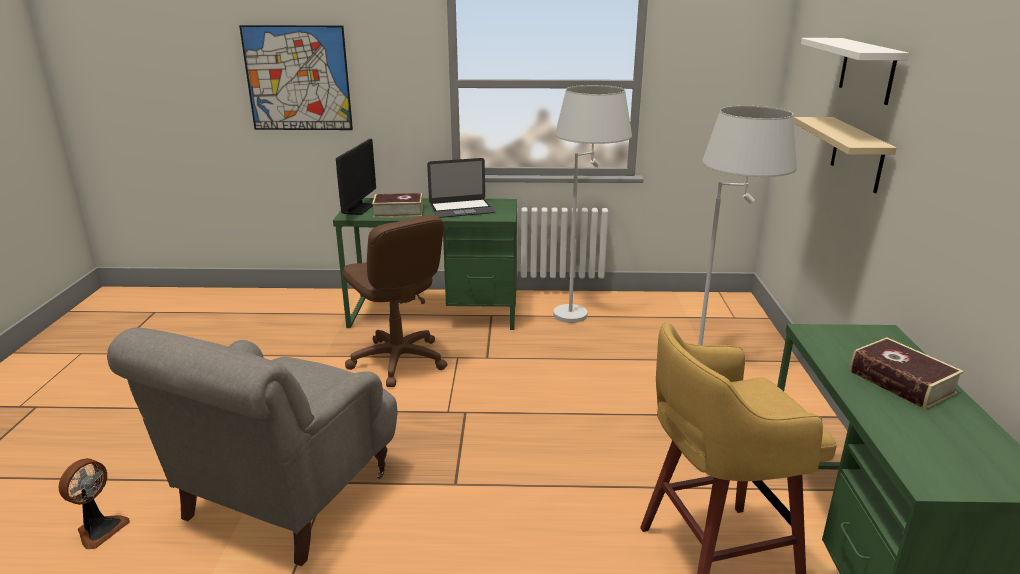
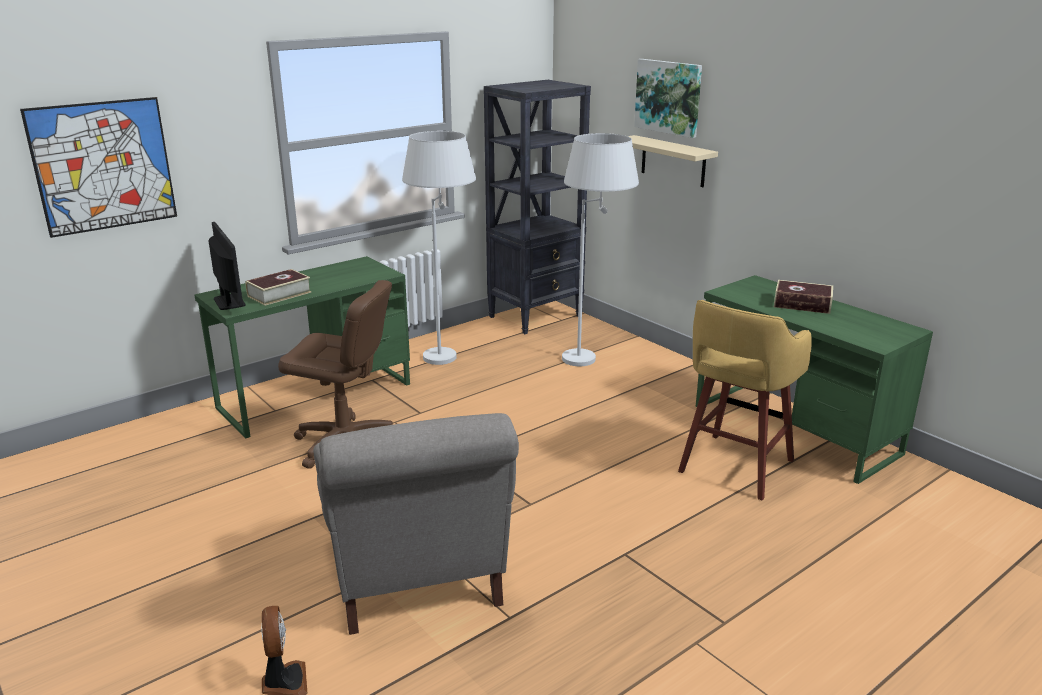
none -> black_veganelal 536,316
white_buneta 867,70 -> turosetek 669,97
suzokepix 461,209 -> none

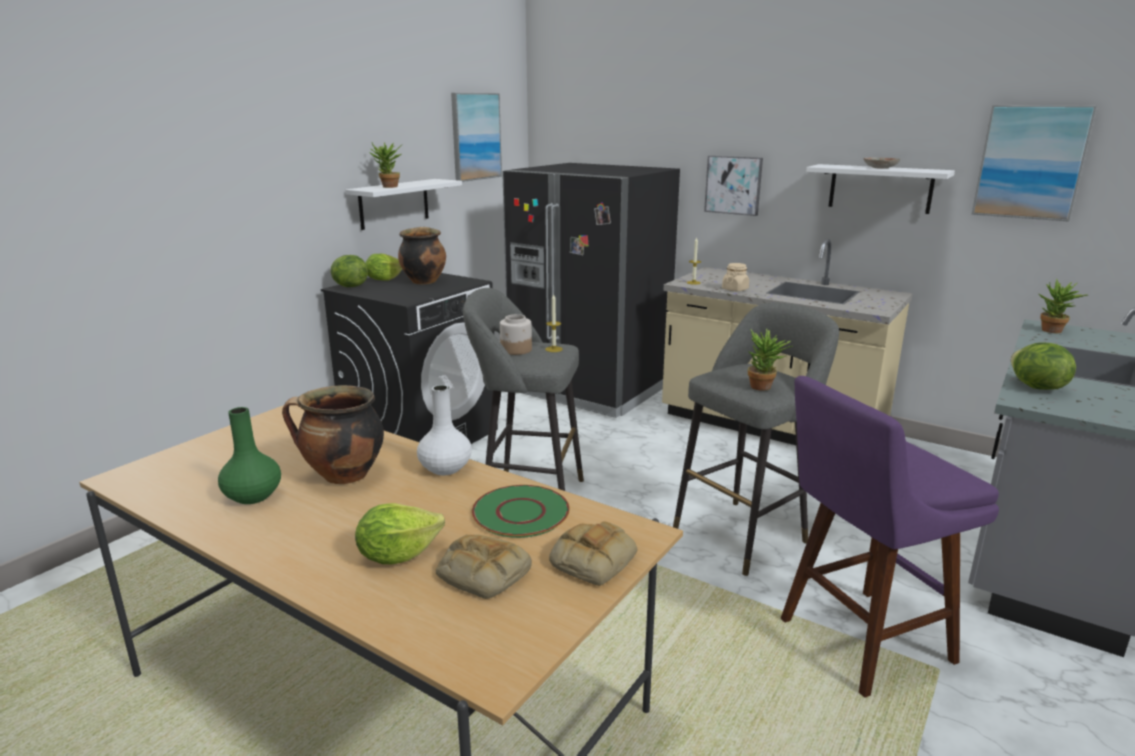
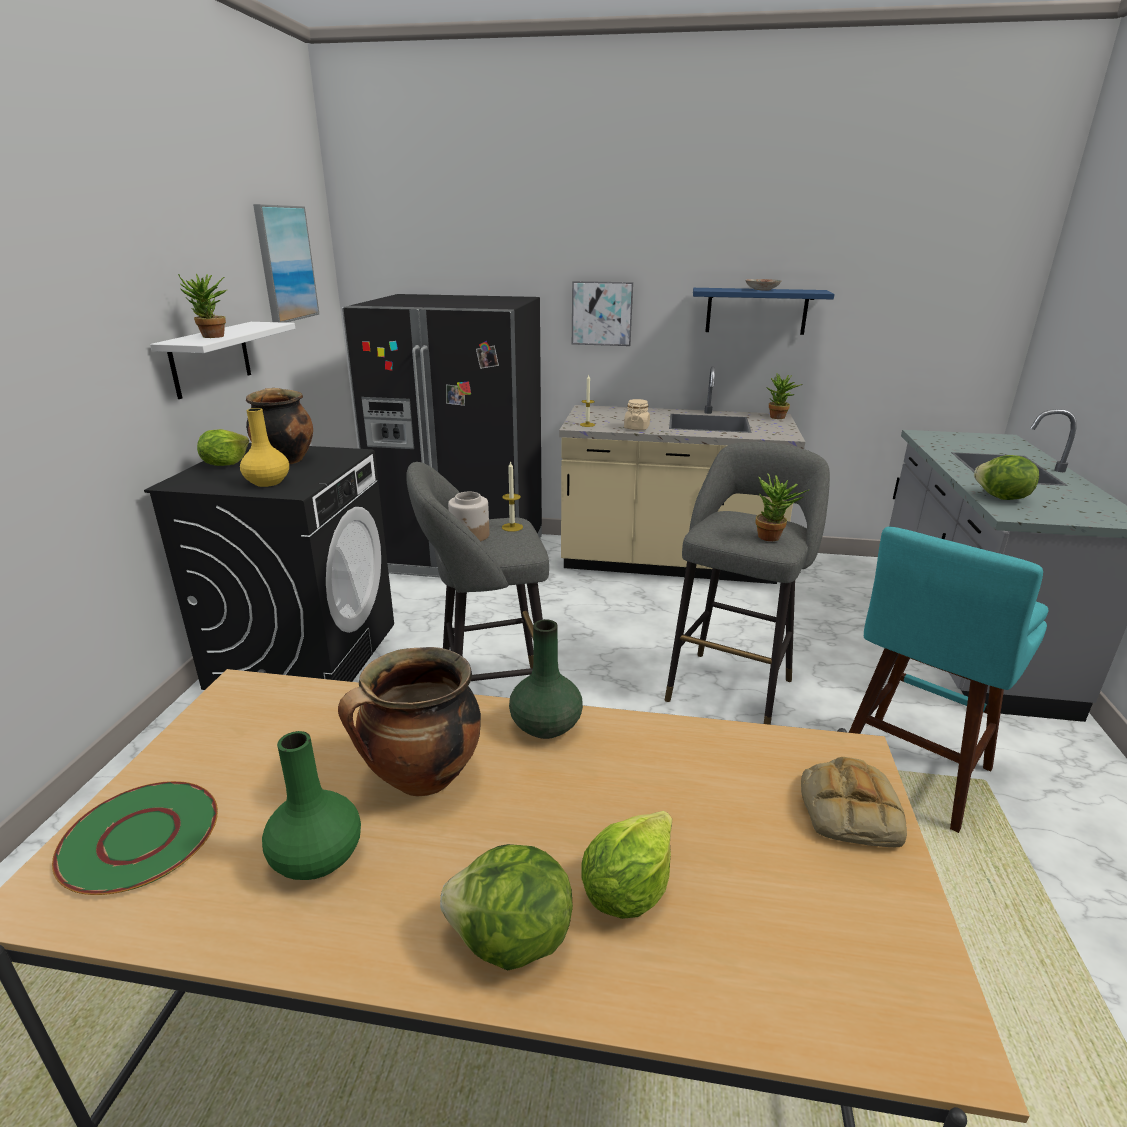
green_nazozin 520,512 -> green_nazozin 140,837, moved
none -> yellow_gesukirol 267,483
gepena 349,286 -> gepena 511,941, moved
white_gesukirol 445,468 -> green_gesukirol 545,725
white_buneta 880,188 -> blue_buneta 756,311
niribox 1053,332 -> niribox 779,418, moved
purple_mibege 857,643 -> turquoise_mibege 908,776
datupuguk 481,573 -> none
turosetek 1031,162 -> none

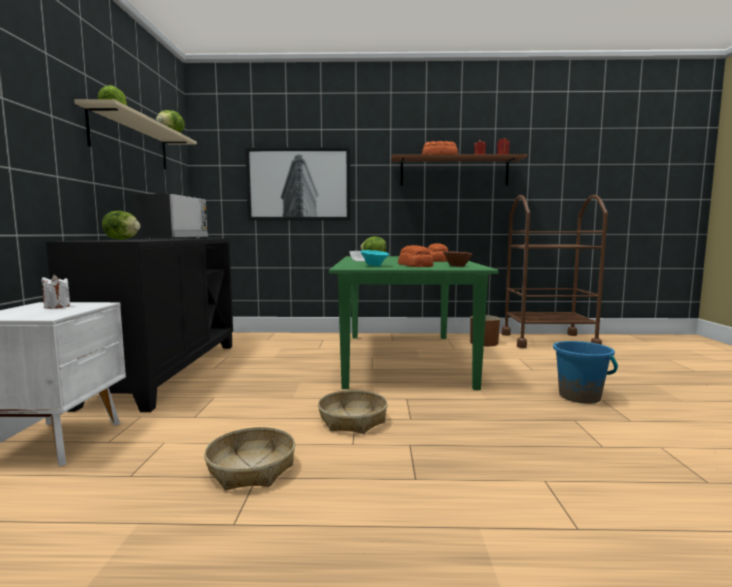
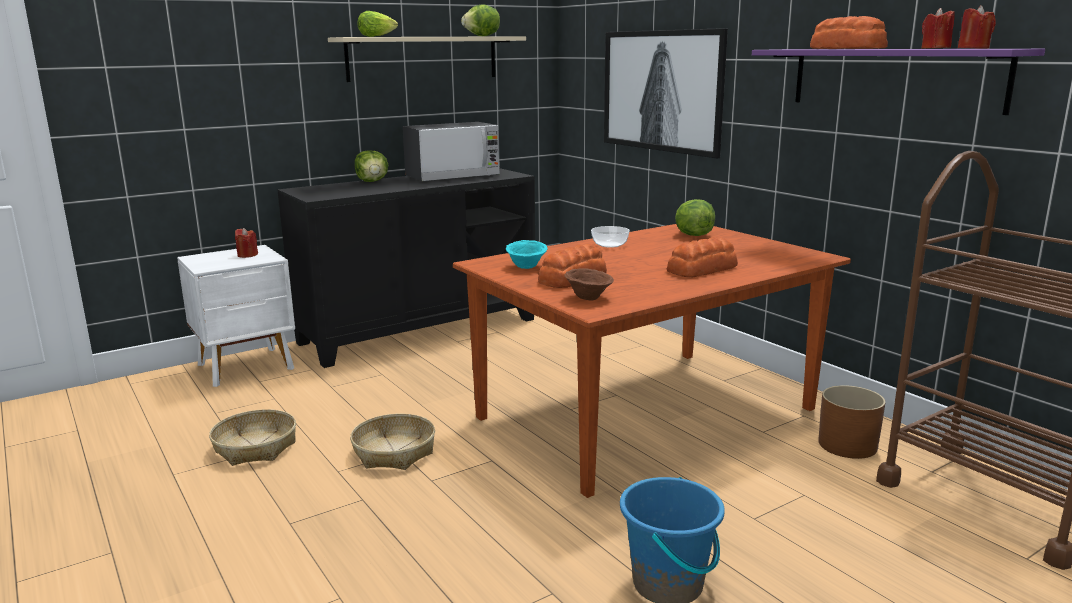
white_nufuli 57,306 -> red_nufuli 247,255
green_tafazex 404,358 -> brown_tafazex 646,414
brown_buneta 454,172 -> purple_buneta 894,78

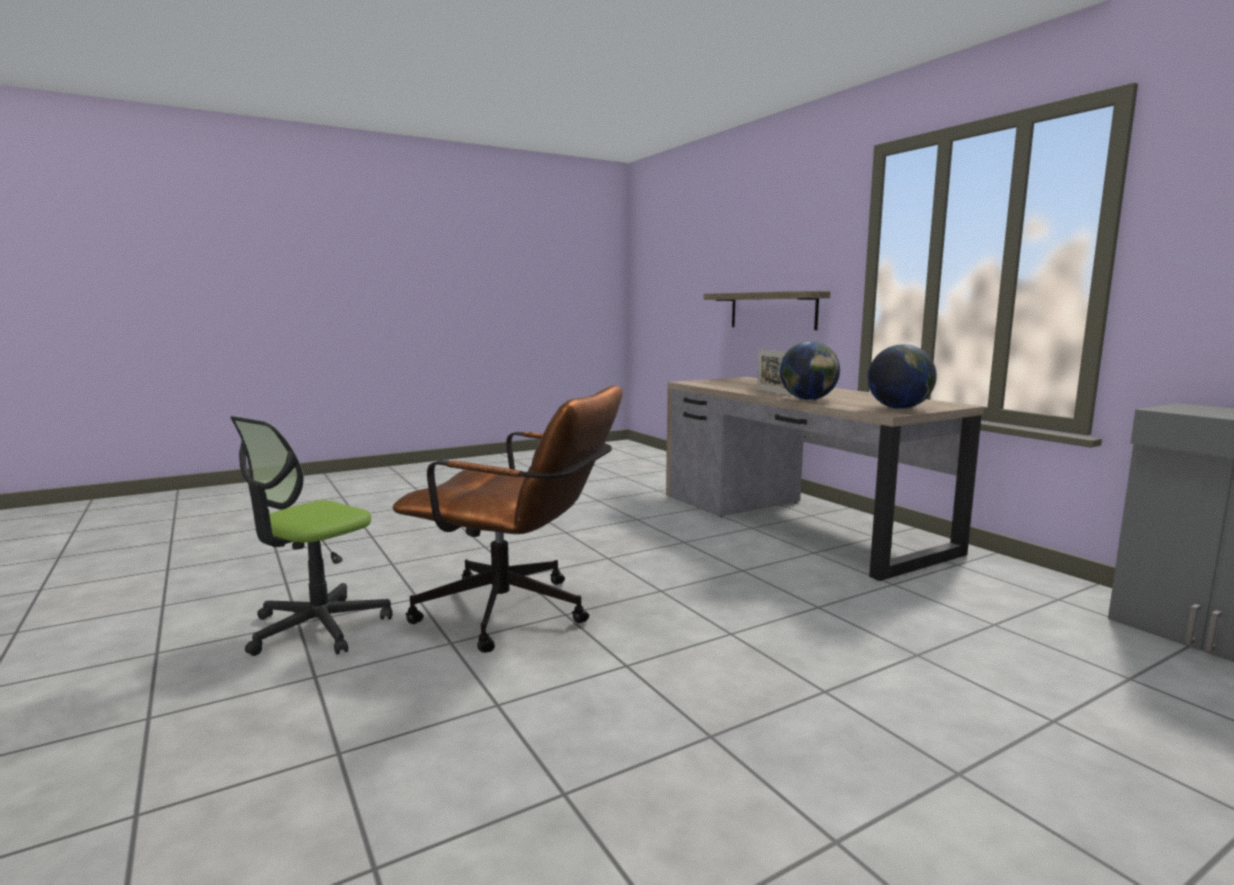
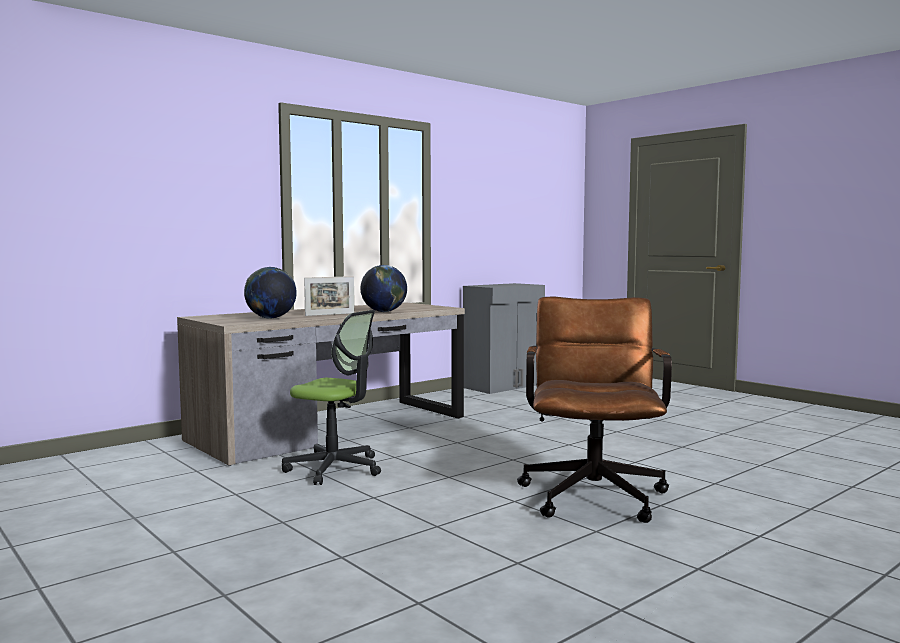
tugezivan 899,409 -> tugezivan 271,318, moved
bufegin 317,627 -> bufegin 335,468, moved
buneta 772,310 -> none

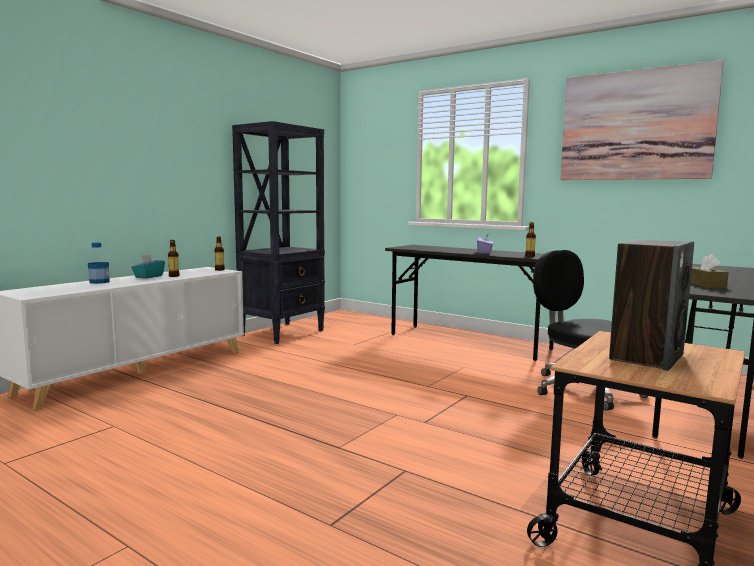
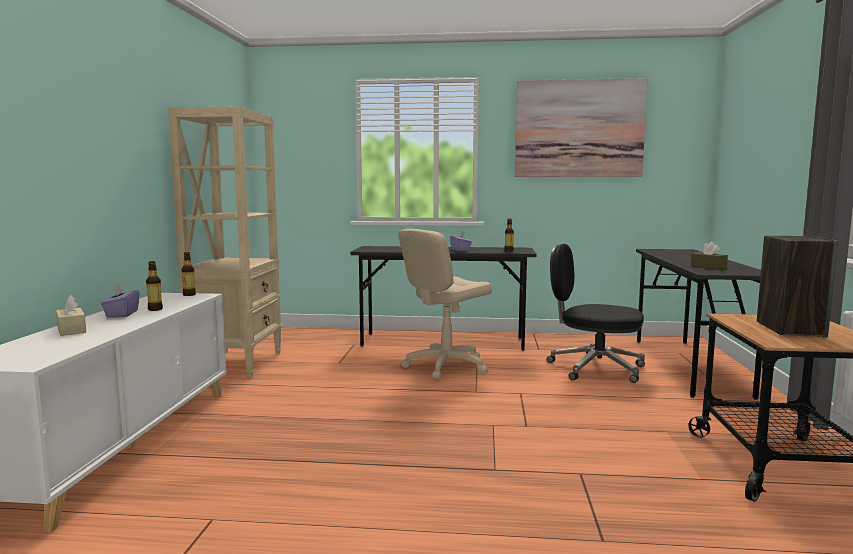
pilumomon 99,282 -> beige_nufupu 71,330
turquoise_nufupu 148,277 -> purple_nufupu 121,314
black_veganelal 283,333 -> beige_veganelal 237,363
none -> beige_bufegin 445,366

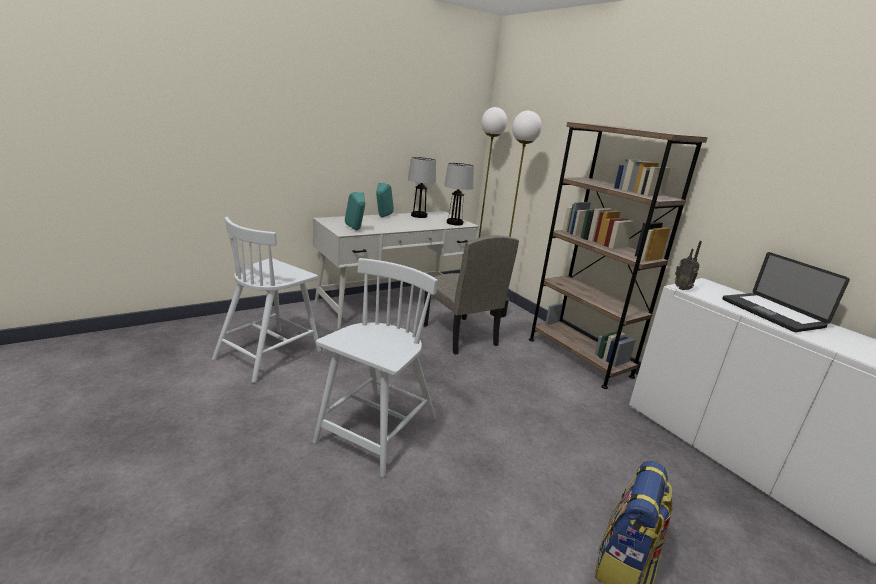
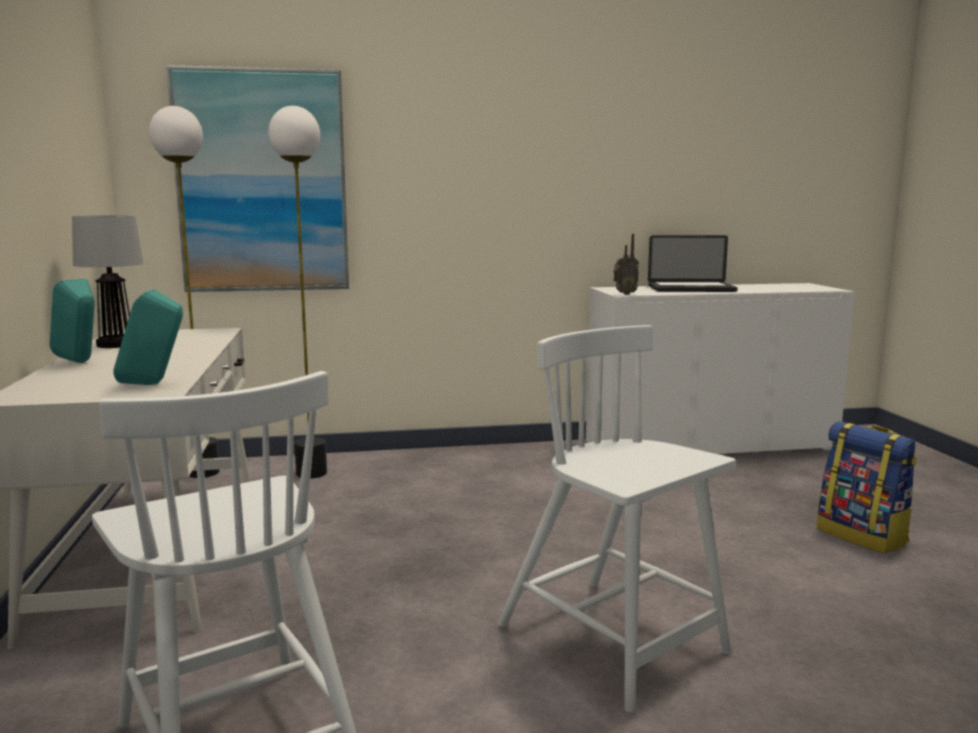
none -> turosetek 262,182
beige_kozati 459,335 -> none
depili 454,223 -> none
brown_veganelal 578,357 -> none

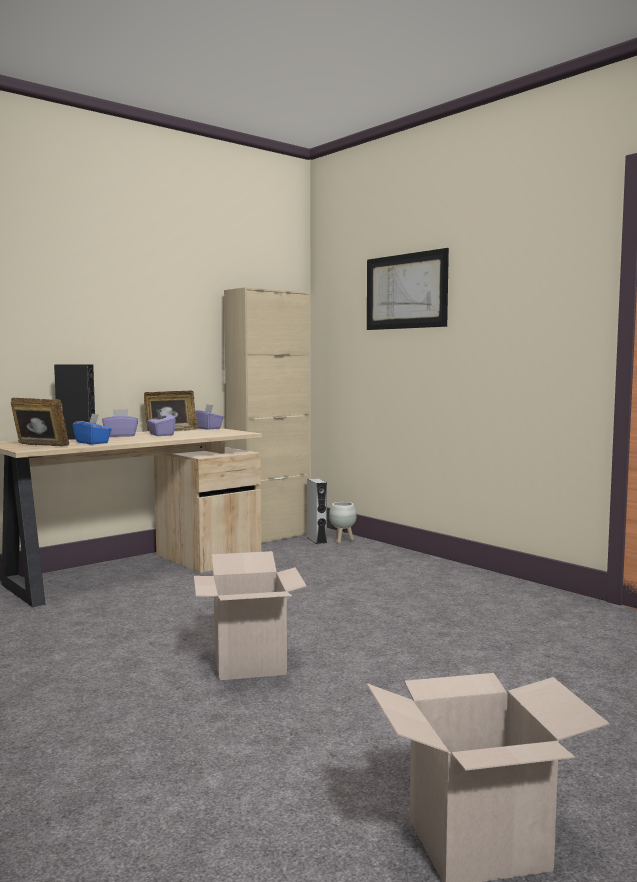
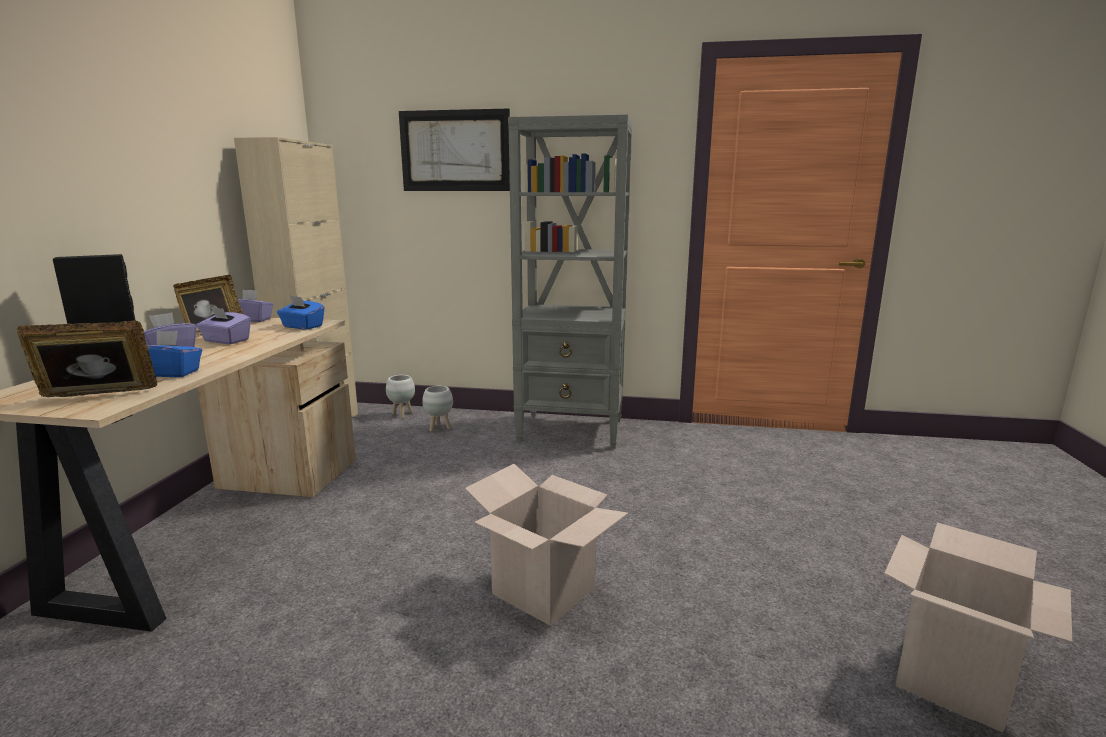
none -> blue_nufupu 302,327
none -> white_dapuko 439,428
none -> grey_veganelal 572,431
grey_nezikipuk 316,540 -> none

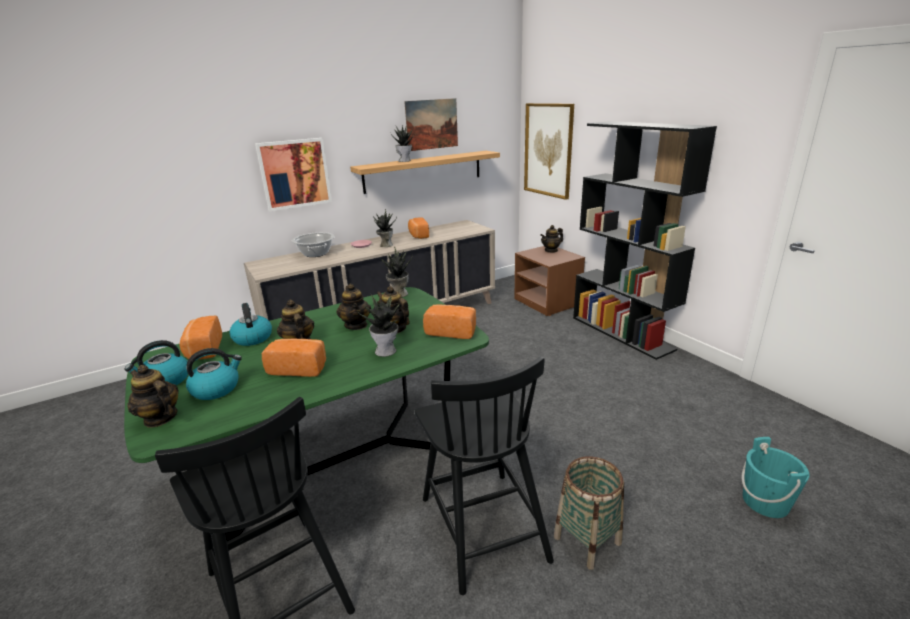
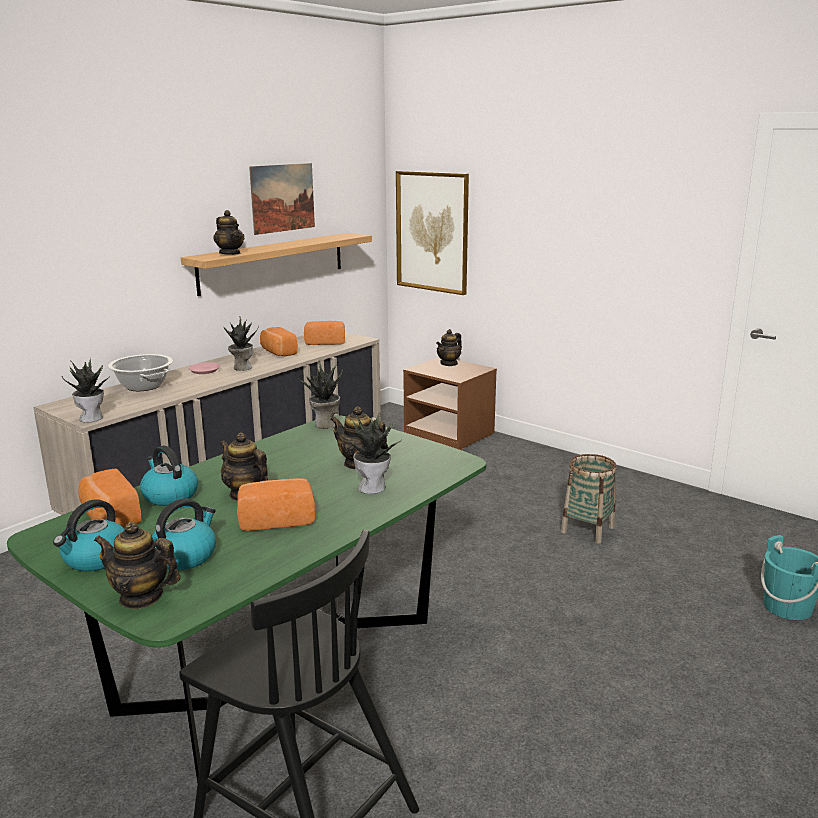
niribox 405,161 -> niribox 92,418, moved
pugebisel 356,325 -> pugebisel 230,253, moved
datupuguk 452,331 -> datupuguk 325,342, moved
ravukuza 587,540 -> ravukuza 587,529, moved
turosetek 295,174 -> none
black_kozati 482,525 -> none
black_veganelal 622,333 -> none

